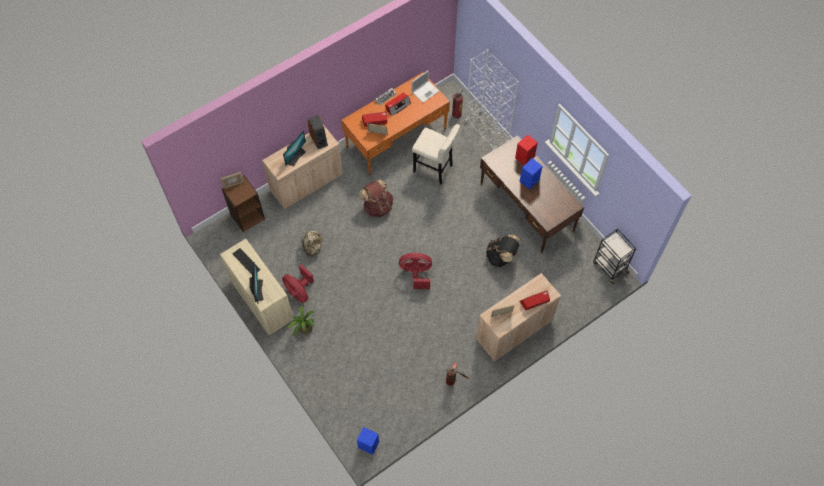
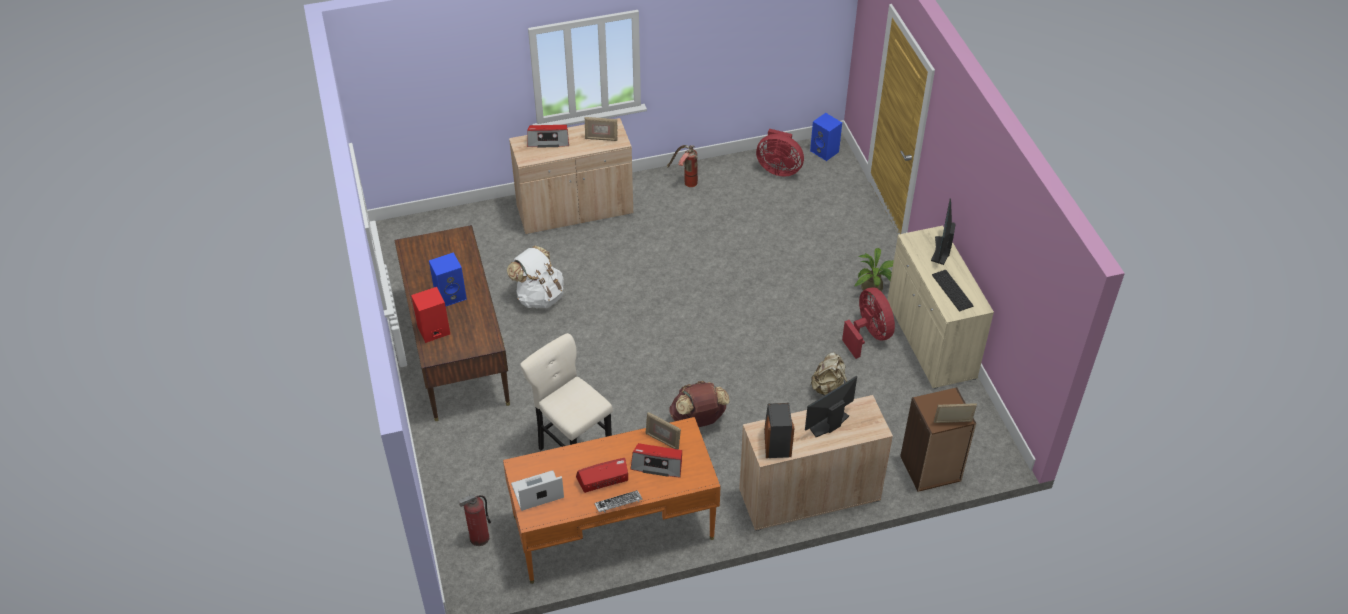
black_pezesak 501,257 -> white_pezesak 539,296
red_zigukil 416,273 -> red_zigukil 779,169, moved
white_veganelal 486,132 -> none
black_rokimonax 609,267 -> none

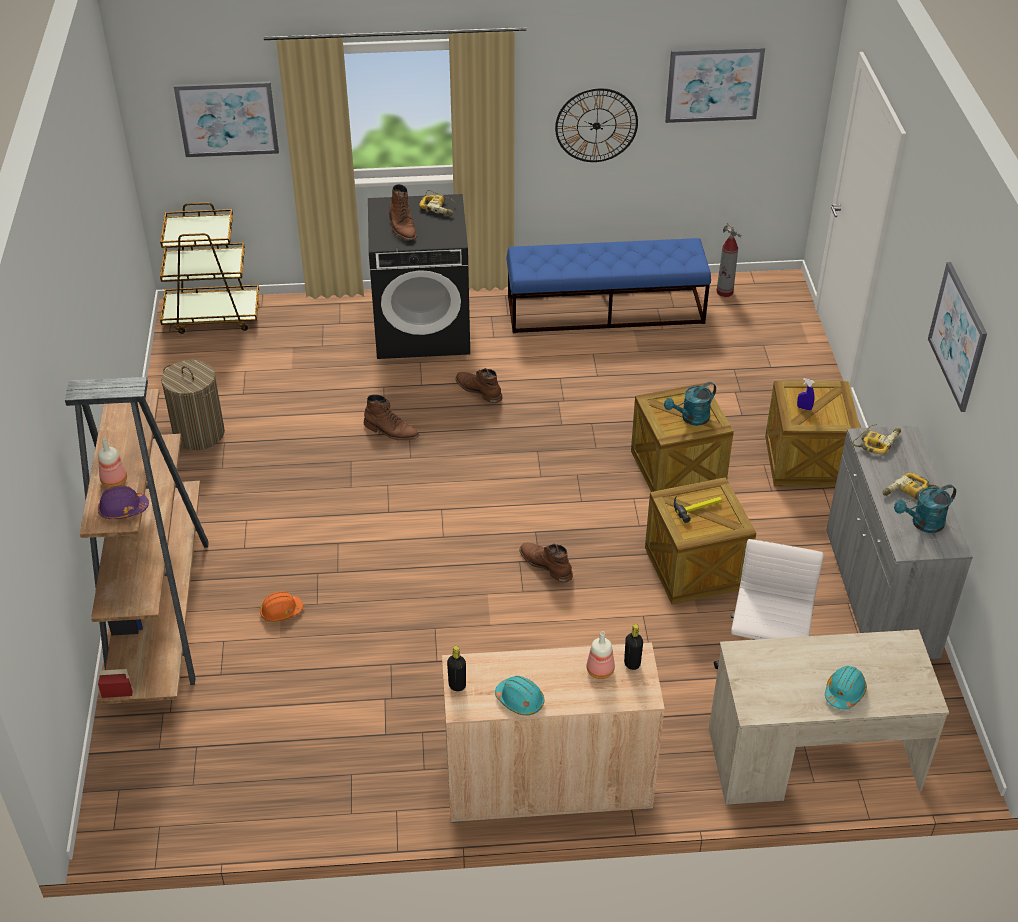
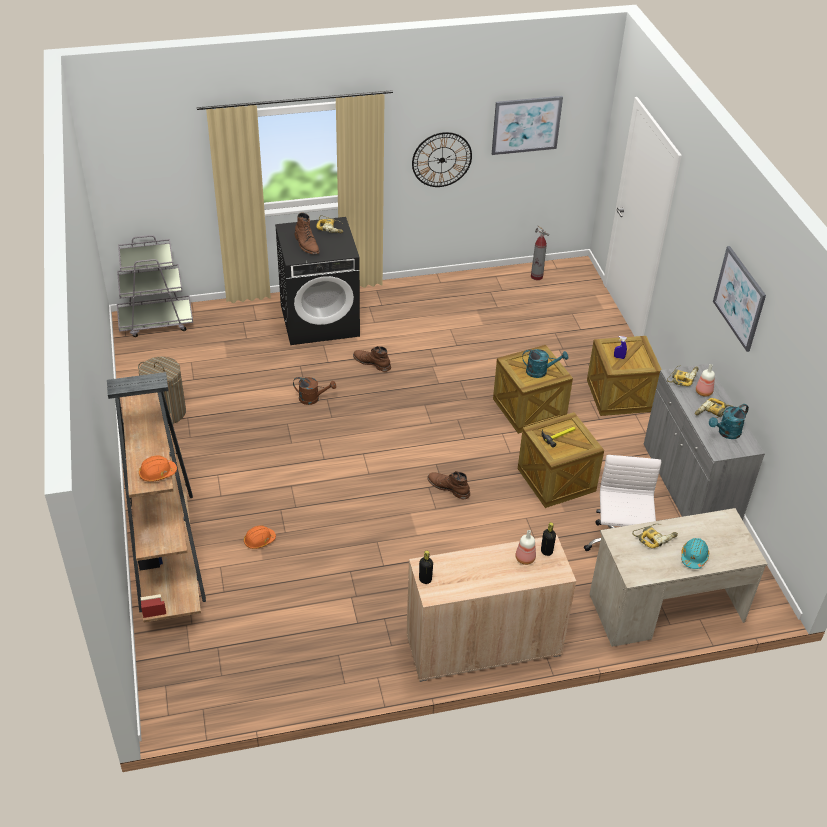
brown_rokimonax 212,315 -> grey_rokimonax 156,321
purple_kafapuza 123,509 -> orange_kafapuza 157,473
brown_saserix 391,431 -> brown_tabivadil 313,399
turquoise_tabivadil 691,418 -> turquoise_tabivadil 540,371, 135 degrees counterclockwise
none -> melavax 654,537
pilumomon 115,481 -> pilumomon 704,392, moved
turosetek 227,119 -> none
turquoise_kafapuza 520,700 -> none
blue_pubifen 606,310 -> none

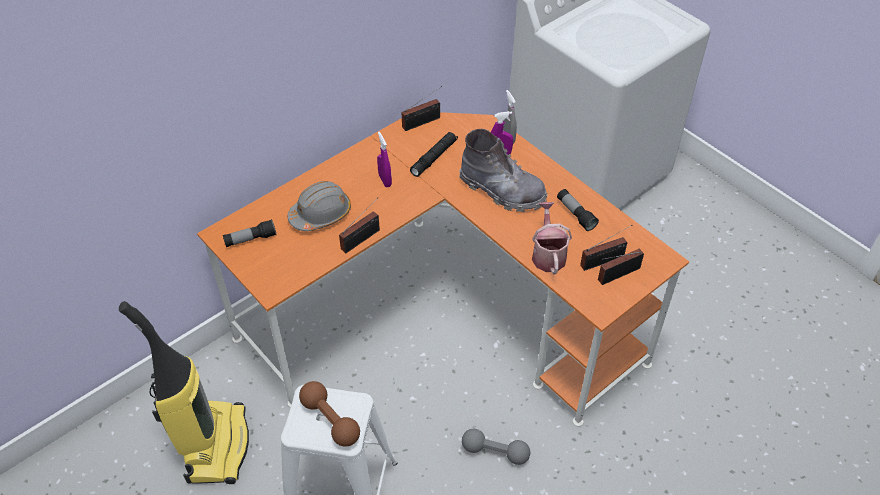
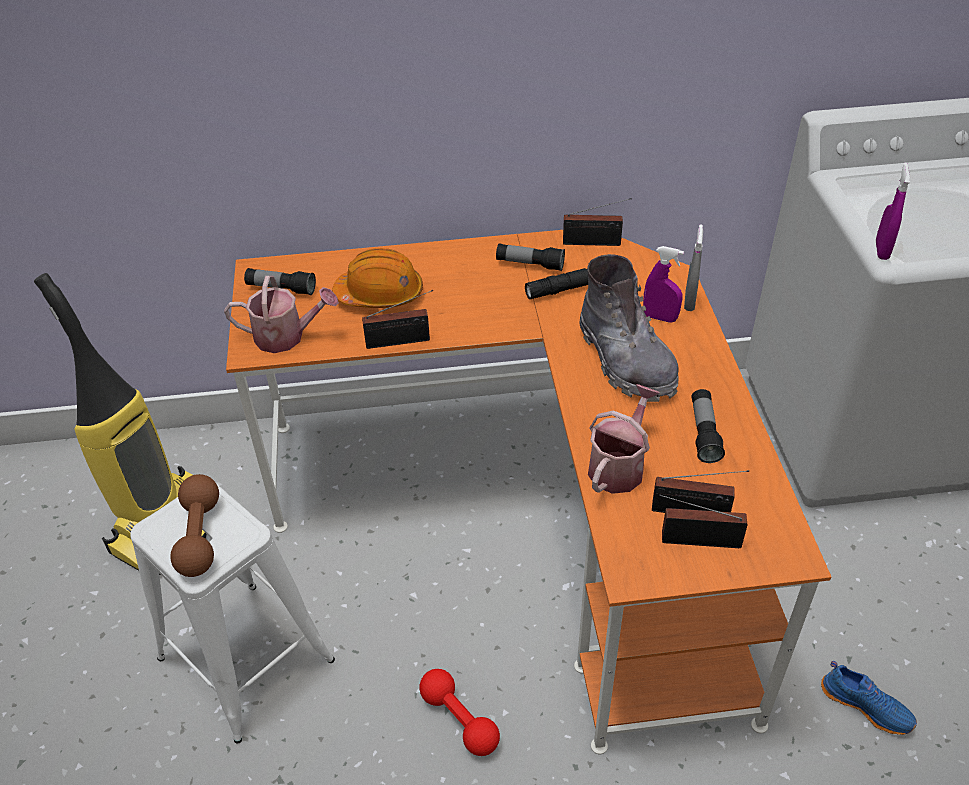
none -> tabivadil 286,336
grey_kafapuza 321,214 -> orange_kafapuza 380,294
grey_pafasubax 495,452 -> red_pafasubax 459,720
none -> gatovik 530,264
none -> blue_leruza 866,705
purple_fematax 385,180 -> purple_fematax 881,250, moved

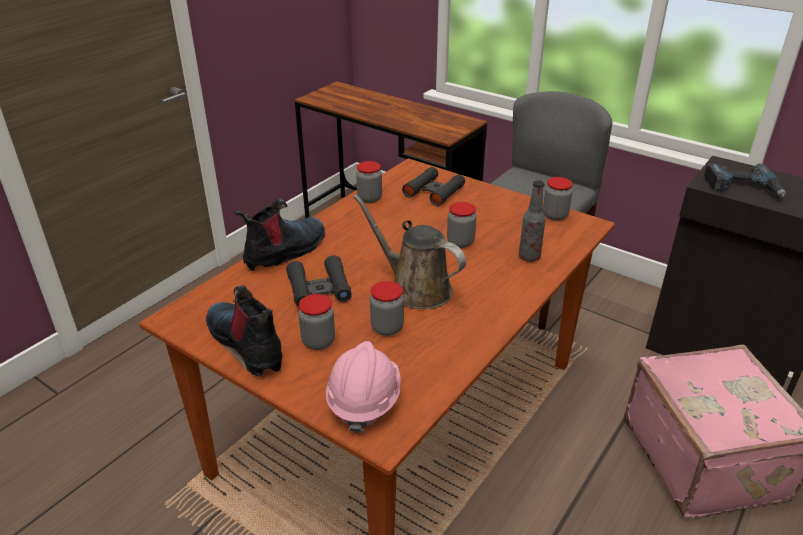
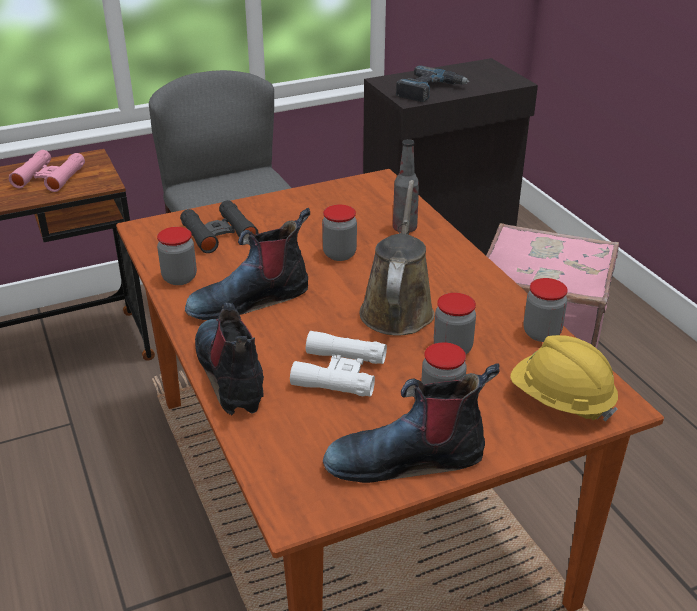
none -> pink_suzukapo 49,177
none -> saserix 250,299
black_suzukapo 319,289 -> white_suzukapo 339,372
brown_tabivadil 416,288 -> brown_tabivadil 397,308, 120 degrees clockwise
pink_kafapuza 364,401 -> yellow_kafapuza 560,401
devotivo 555,215 -> devotivo 541,333, moved

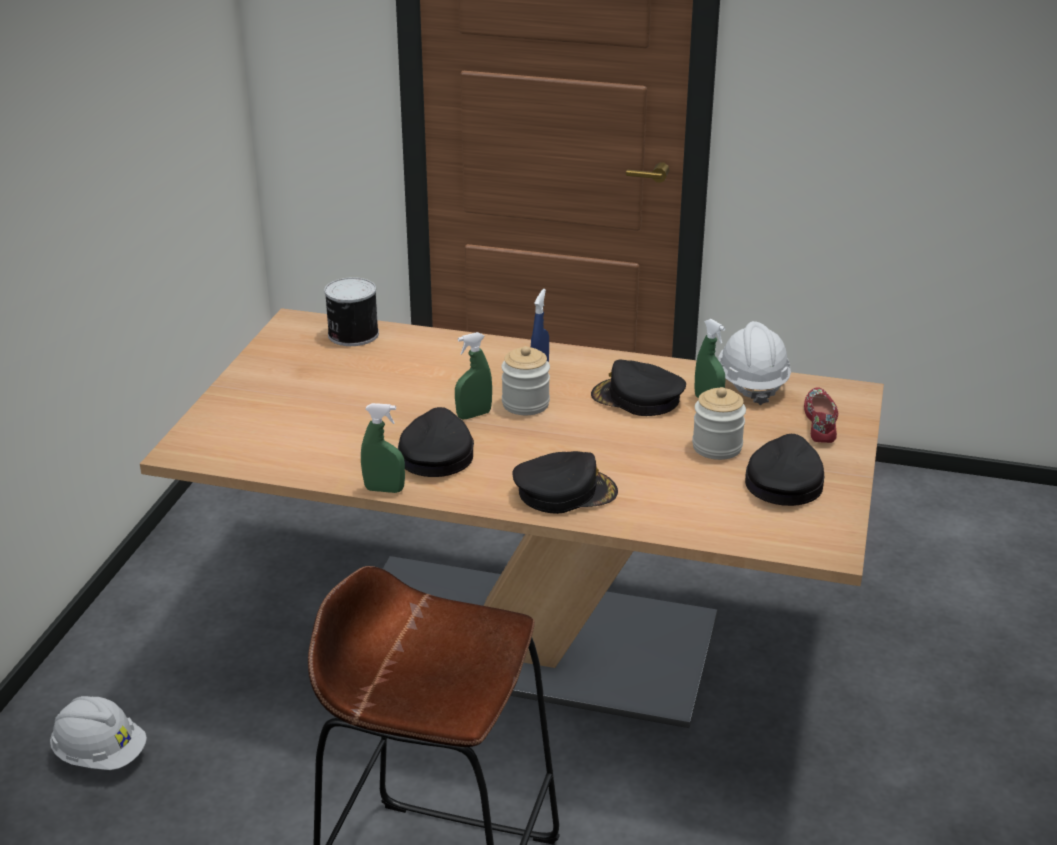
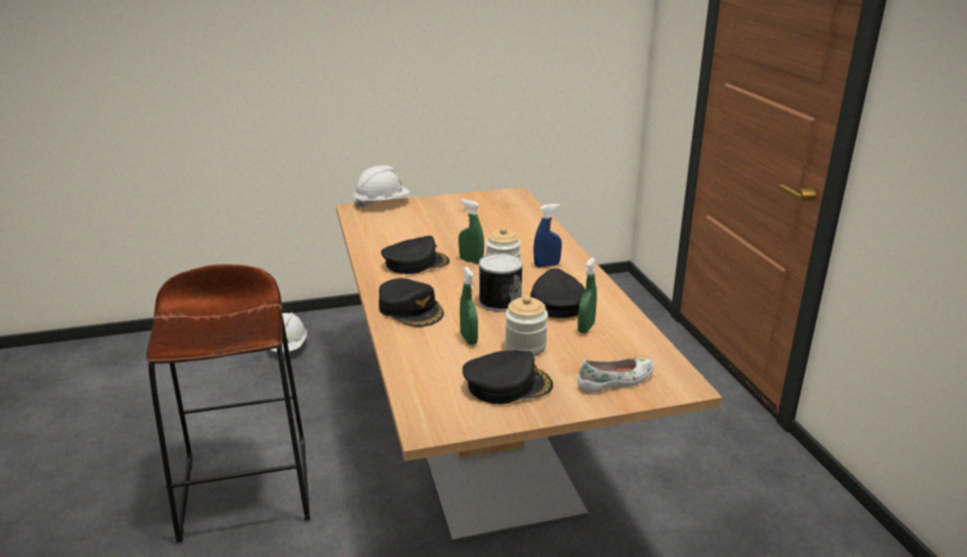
white_kafapuza 751,384 -> white_kafapuza 382,203, moved
green_fematax 384,489 -> green_fematax 468,339, moved
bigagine 352,334 -> bigagine 499,300, moved
red_leruza 821,422 -> white_leruza 616,381

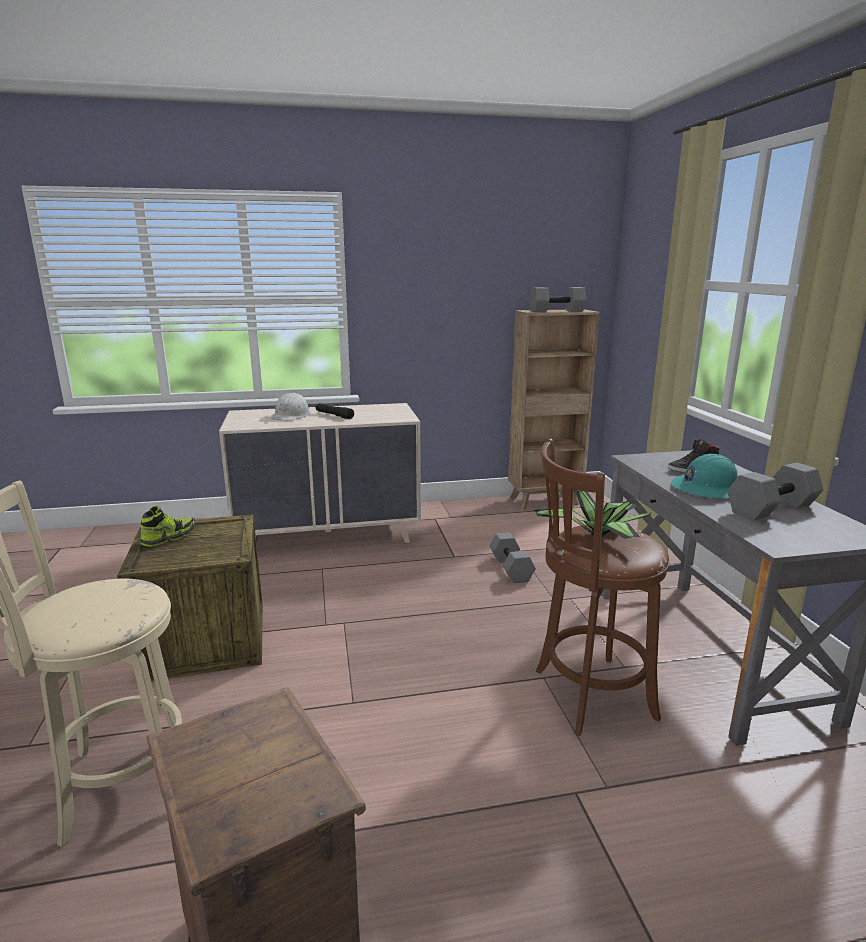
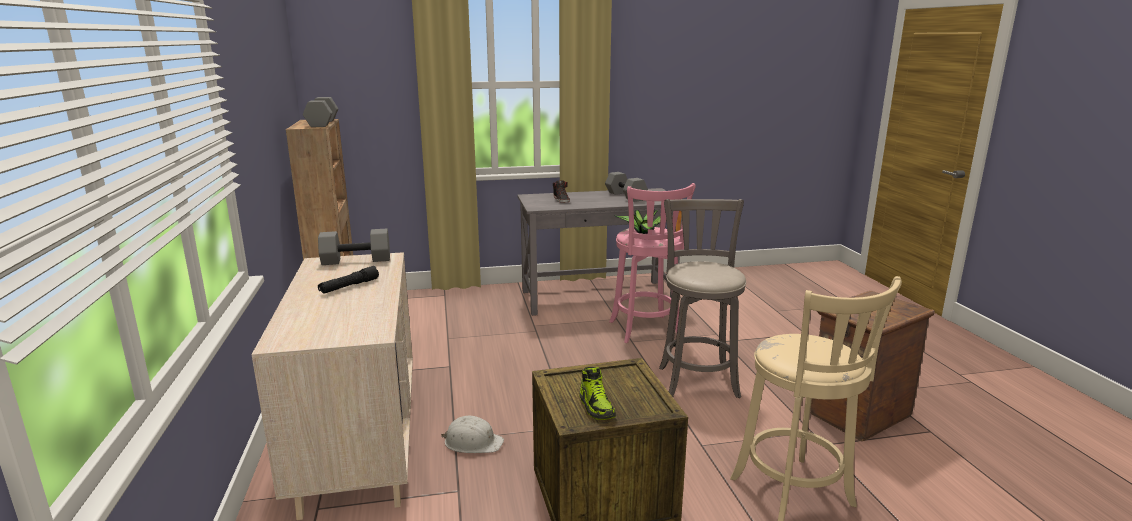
grey_pafasubax 512,568 -> grey_pafasubax 357,260, moved
white_kafapuza 291,415 -> white_kafapuza 473,442, moved
leruza 169,537 -> leruza 596,407, 150 degrees counterclockwise
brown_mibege 588,695 -> pink_mibege 646,331
none -> grey_mibege 697,379
turquoise_kafapuza 708,488 -> none

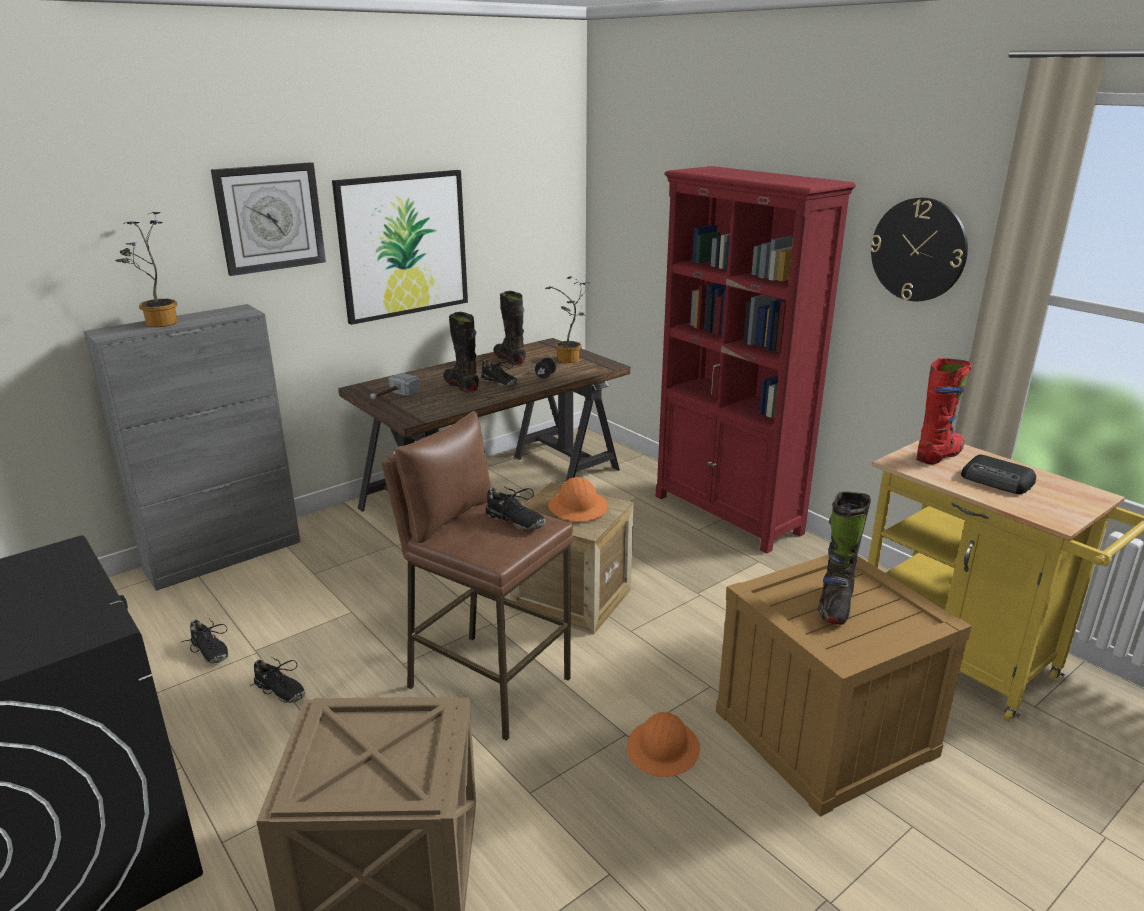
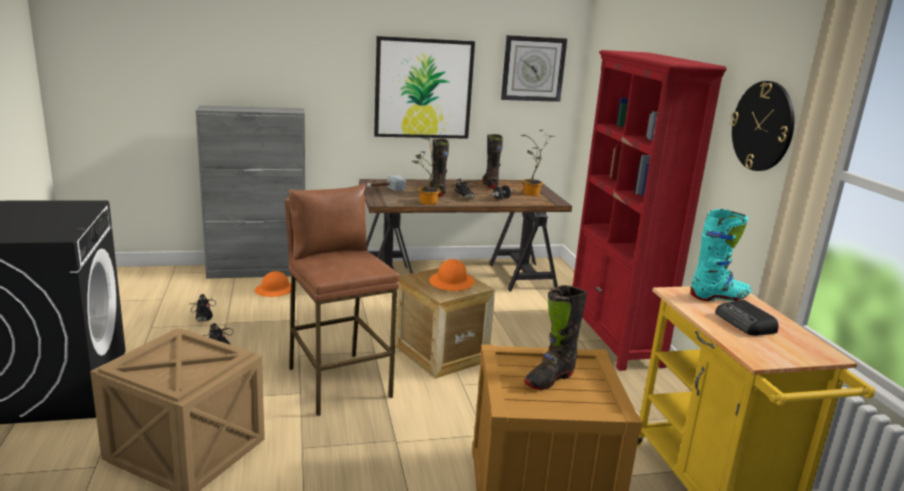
orange_kafapuza 663,749 -> orange_kafapuza 275,290, moved
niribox 158,324 -> niribox 426,202, moved
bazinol 270,218 -> bazinol 533,69, moved
red_saserix 939,455 -> turquoise_saserix 719,297
black_leruza 514,521 -> none

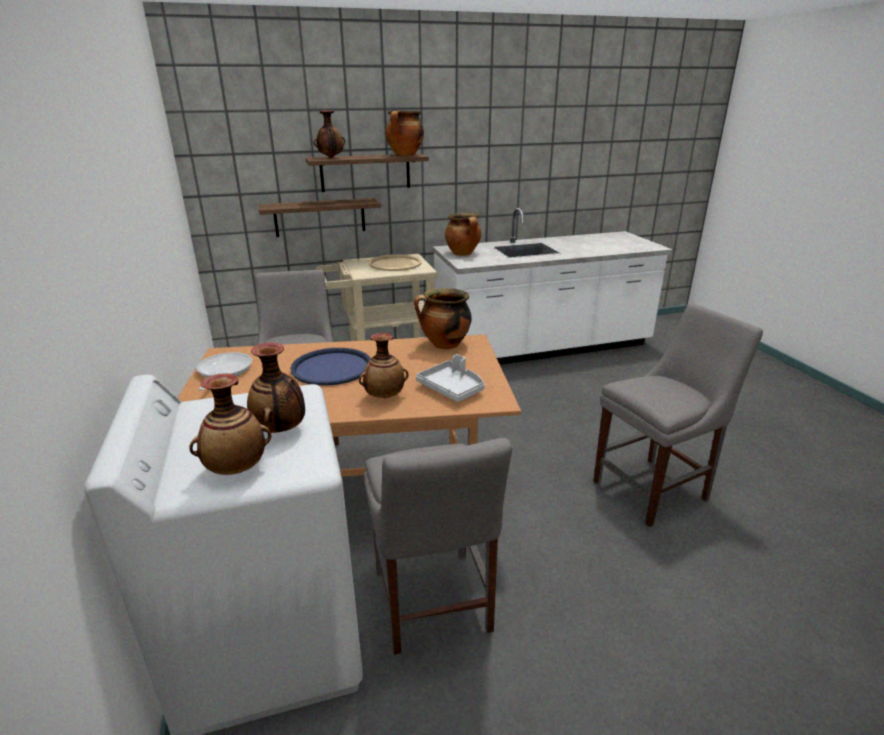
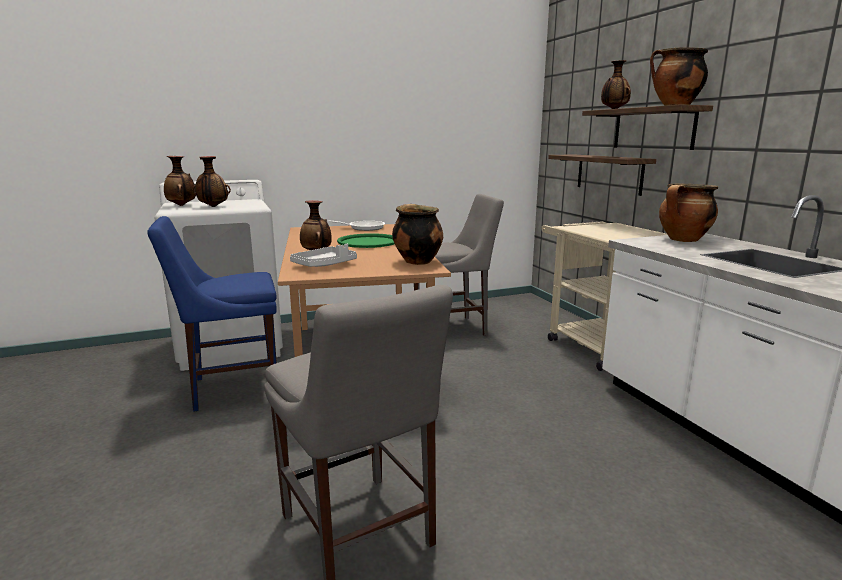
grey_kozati 432,605 -> blue_kozati 230,388
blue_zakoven 331,367 -> green_zakoven 368,242
beige_zakoven 395,264 -> none

